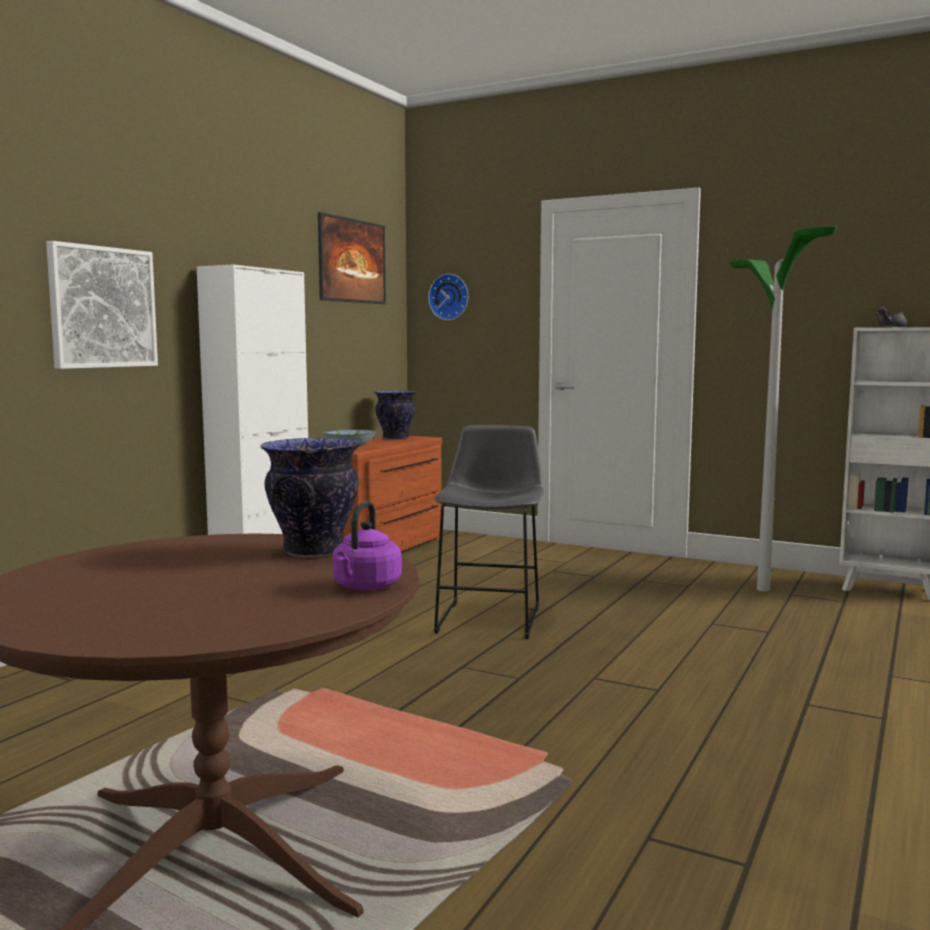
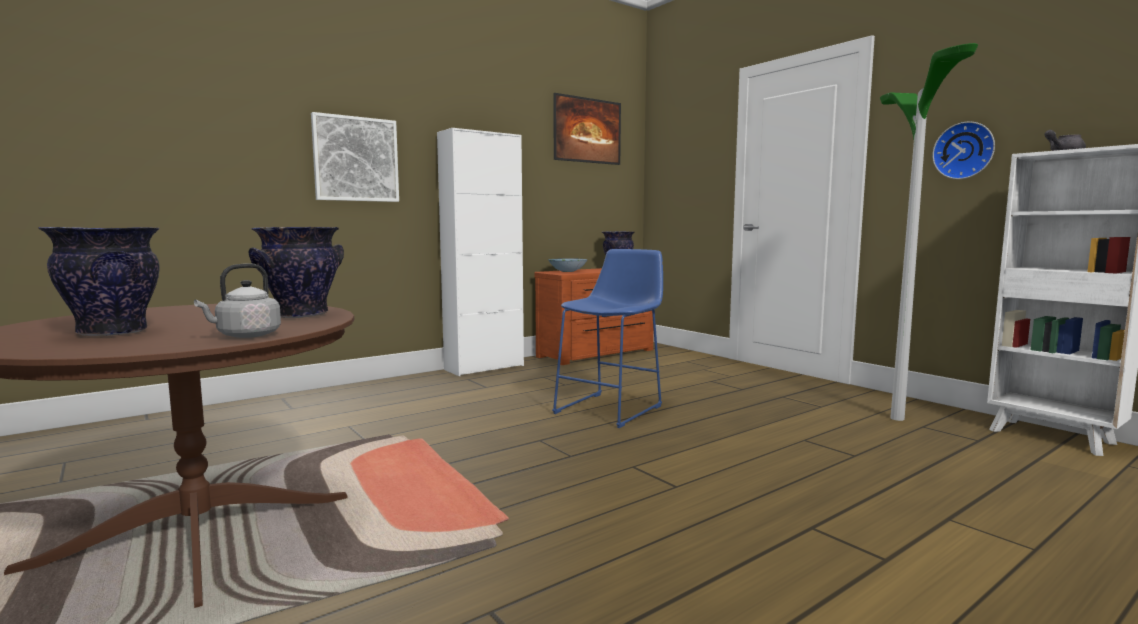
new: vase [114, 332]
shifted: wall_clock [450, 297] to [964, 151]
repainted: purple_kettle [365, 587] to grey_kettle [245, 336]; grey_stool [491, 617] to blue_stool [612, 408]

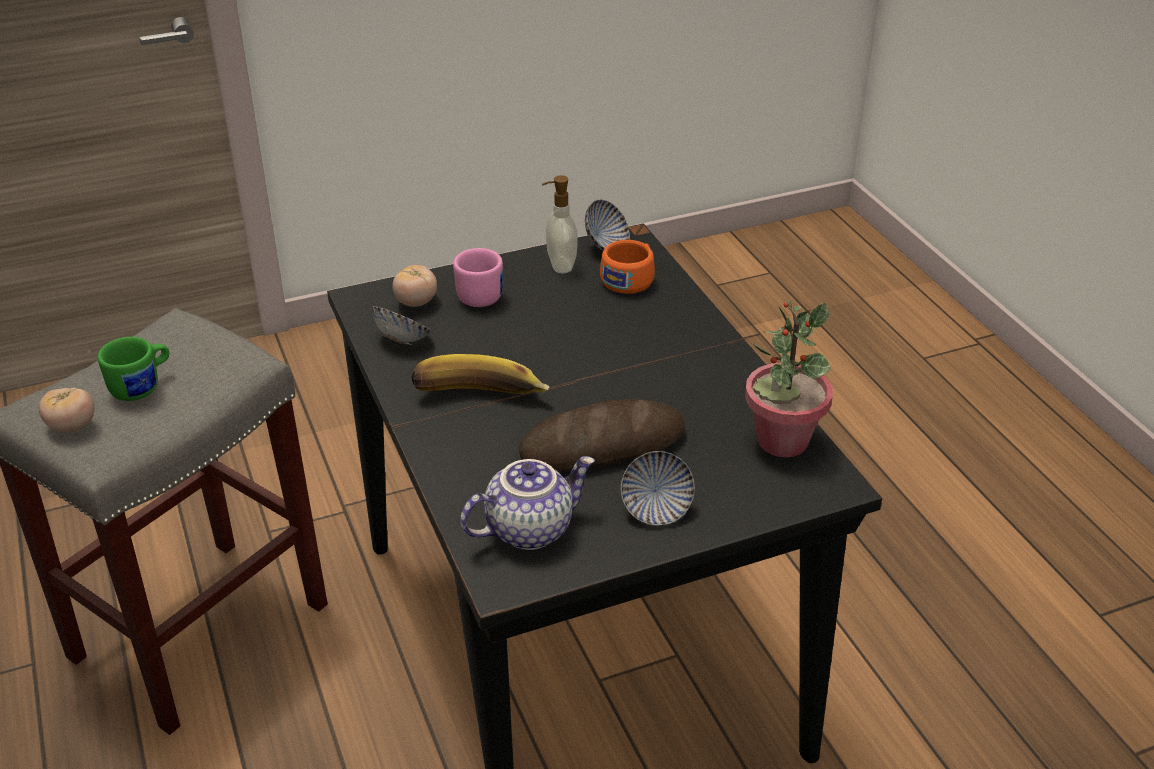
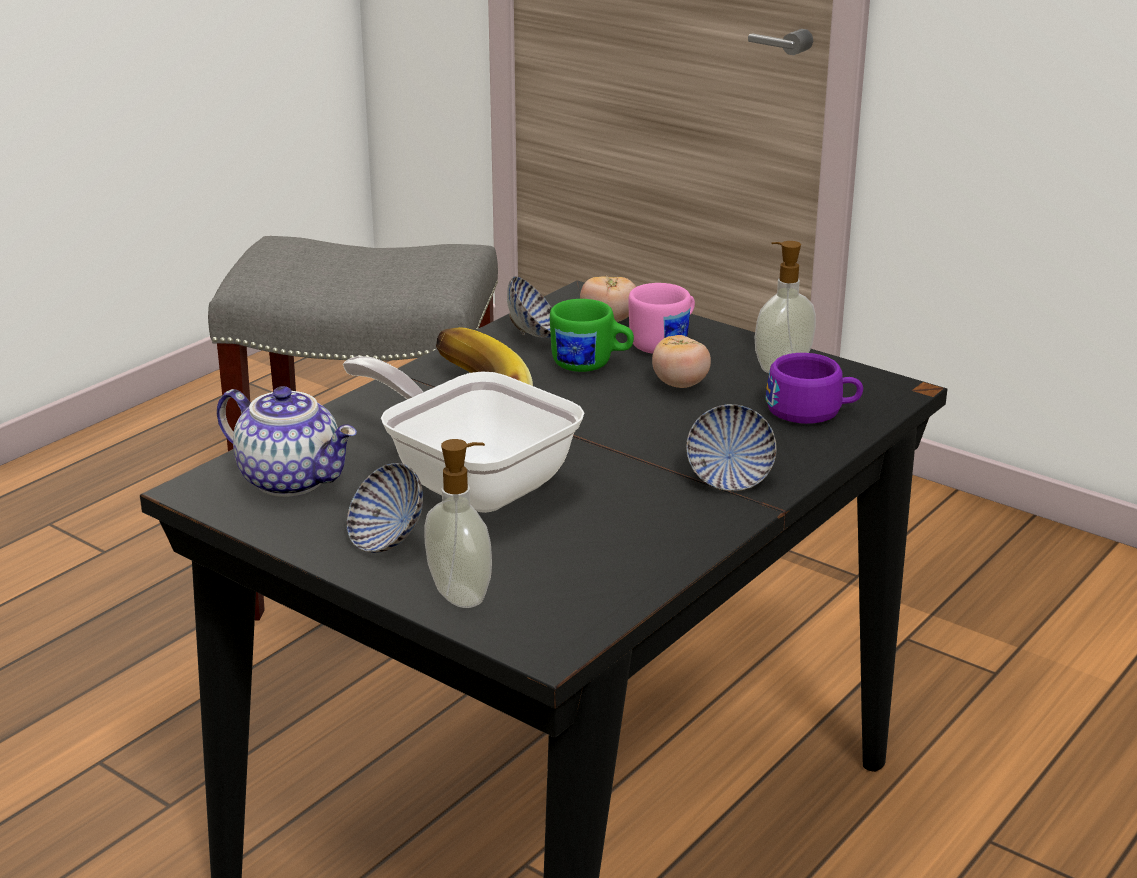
gone: potted_plant [782, 441]
new: soap_dispenser [462, 594]
shifted: tomato [72, 426] to [680, 384]; green_mug [142, 386] to [591, 365]; bowl [606, 245] to [729, 478]
swapped: bread [602, 445] to frying_pan [470, 480]
repainted: orange_cup [630, 278] to purple_cup [812, 411]

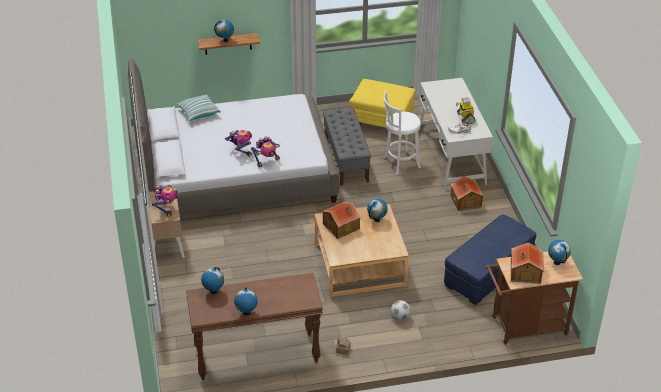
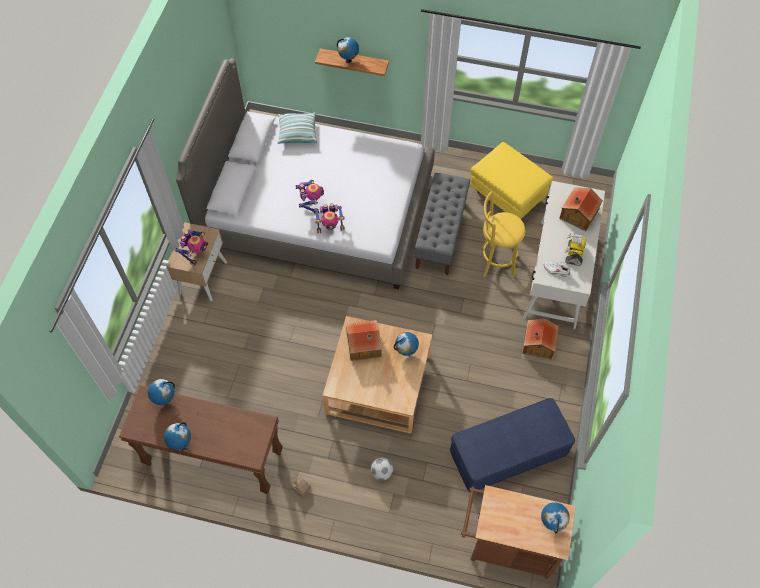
shifted: toy_house [524, 272] to [577, 214]
repainted: white_stool [399, 163] to yellow_stool [495, 261]

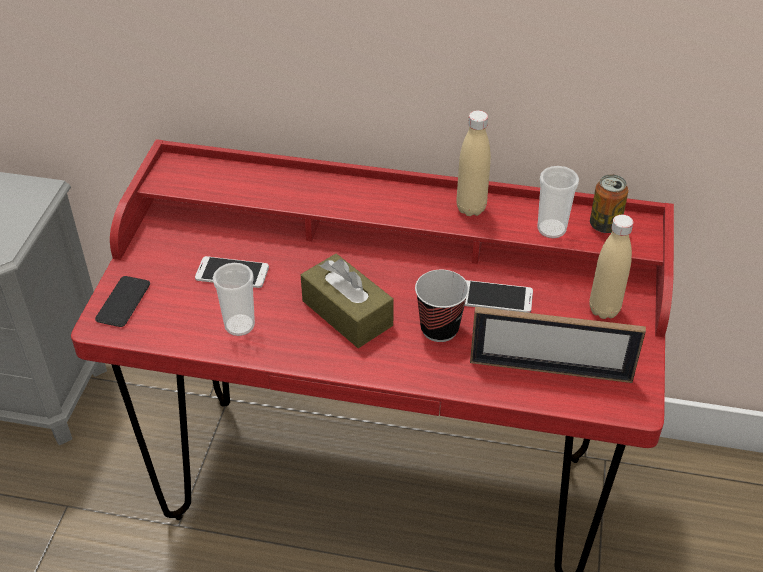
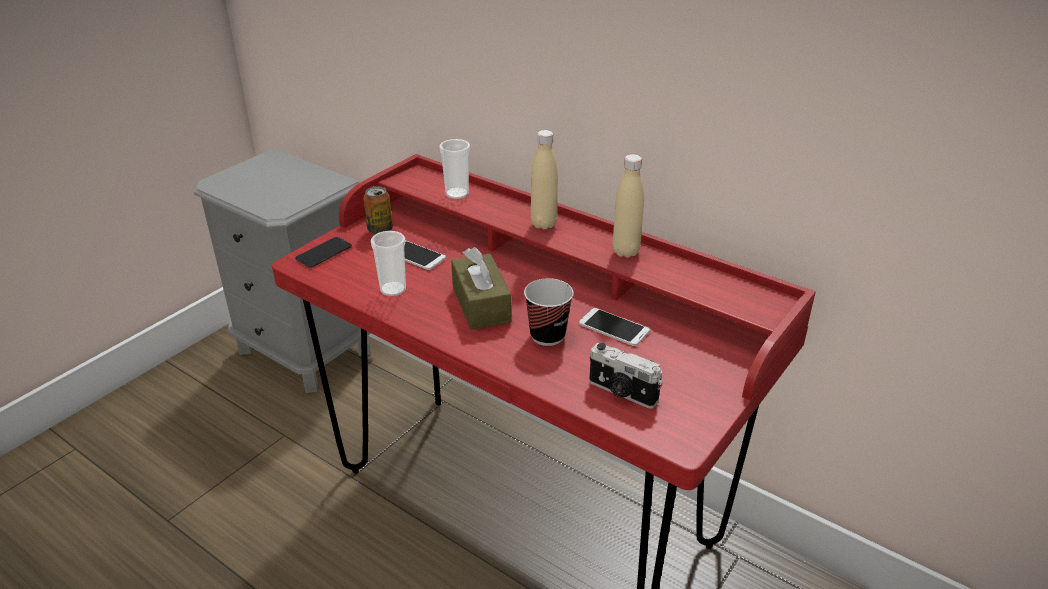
shifted: cup [551, 229] to [457, 194]; beige_bottle [604, 309] to [543, 224]; can [604, 225] to [380, 230]
swapped: picture_frame [550, 370] to photo_camera [622, 393]

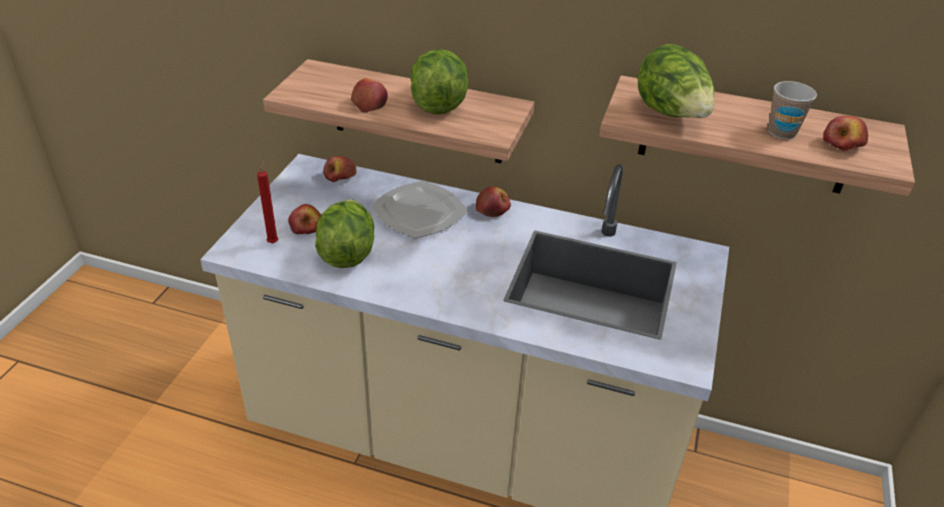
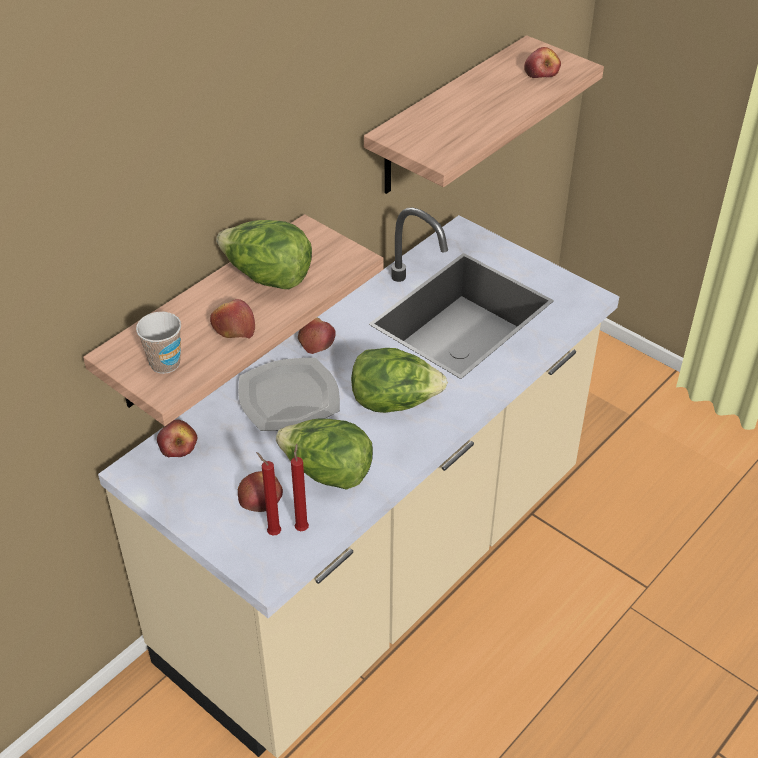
new: red_candle [302, 527]
shifted: lettuce [671, 115] to [394, 402]; cup [782, 132] to [165, 363]

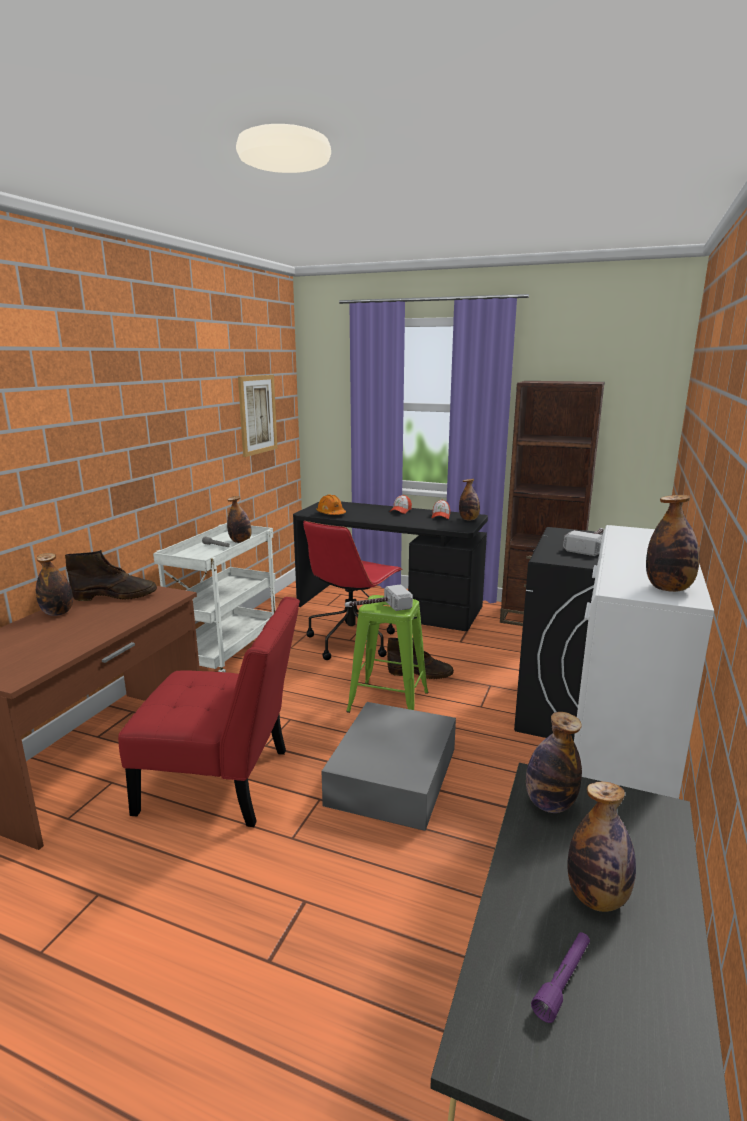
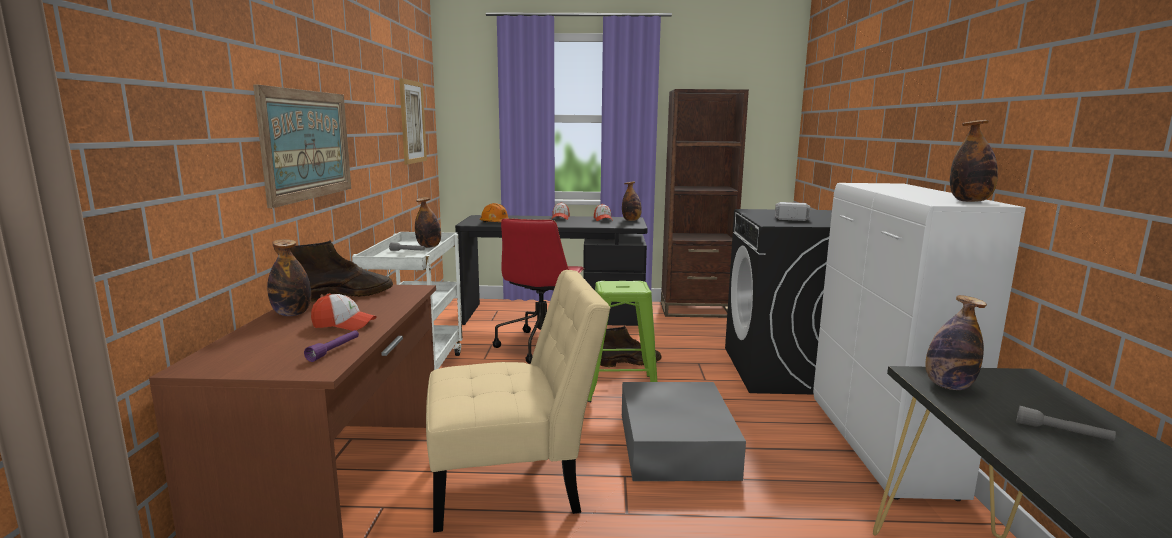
gone: hammer [377, 608]
new: picture [307, 144]; cap [344, 324]
shifted: purple_flashlight [563, 981] to [334, 350]
swapped: bottle [597, 897] to grey_flashlight [1062, 433]
repainted: red_chair [223, 783] to beige_chair [514, 482]

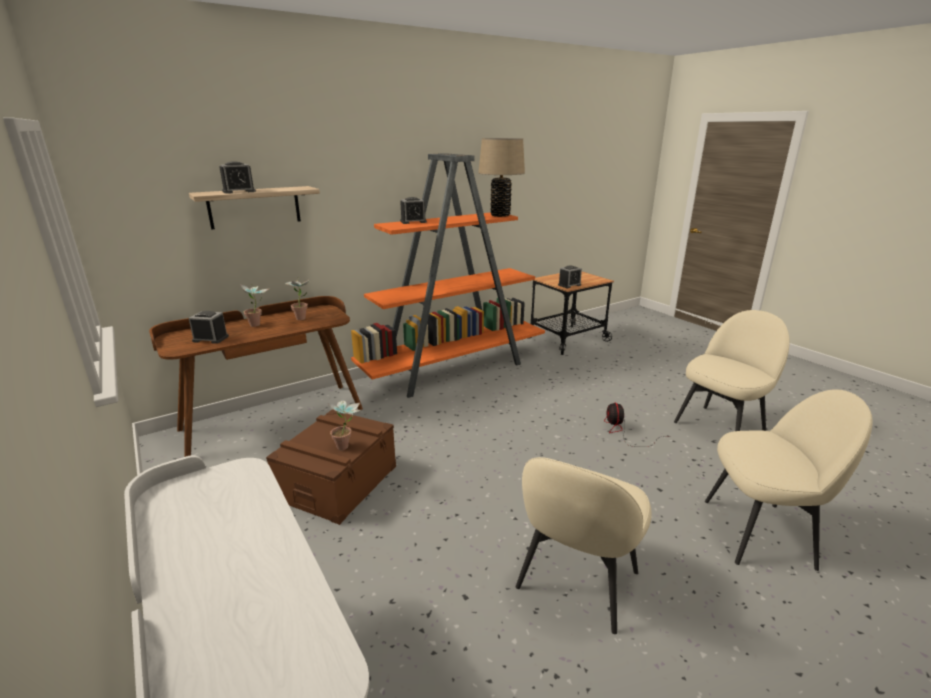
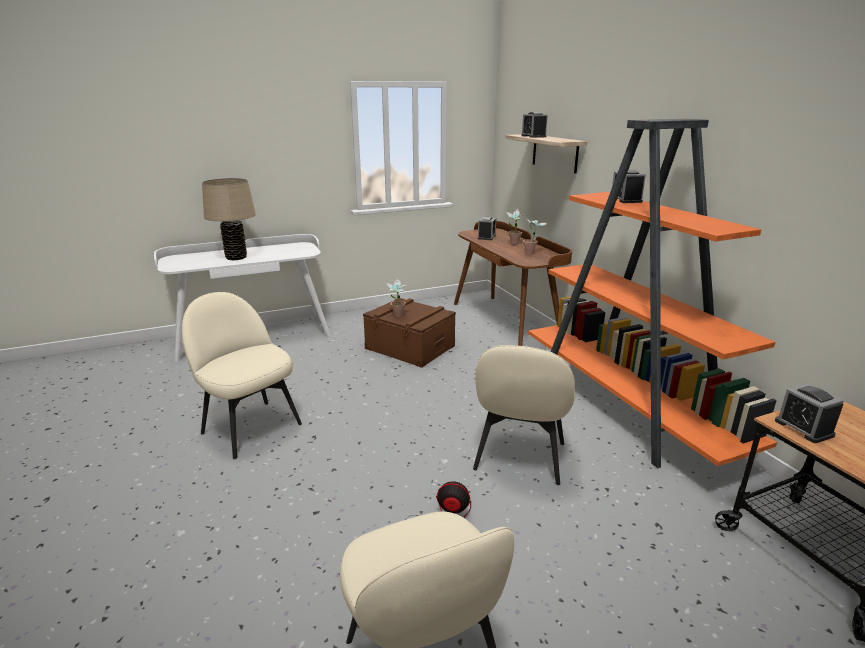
shifted: beige_table_lamp [500, 215] to [236, 257]; beige_chair [761, 533] to [519, 458]

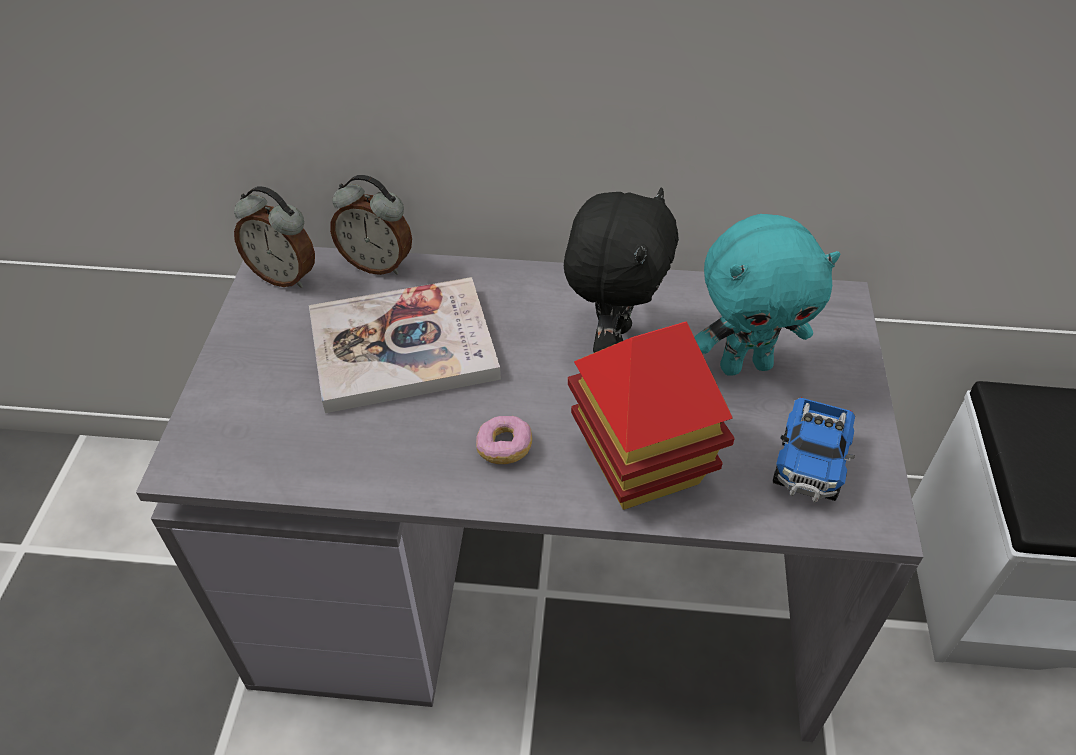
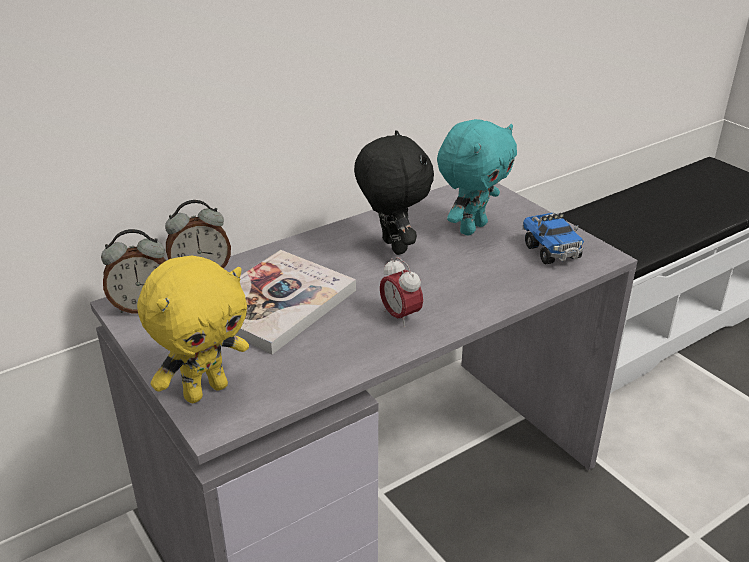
gone: toy_house [640, 461]
new: yellow_plush_toy [205, 390]
swapped: donut [504, 448] to alarm_clock [400, 316]

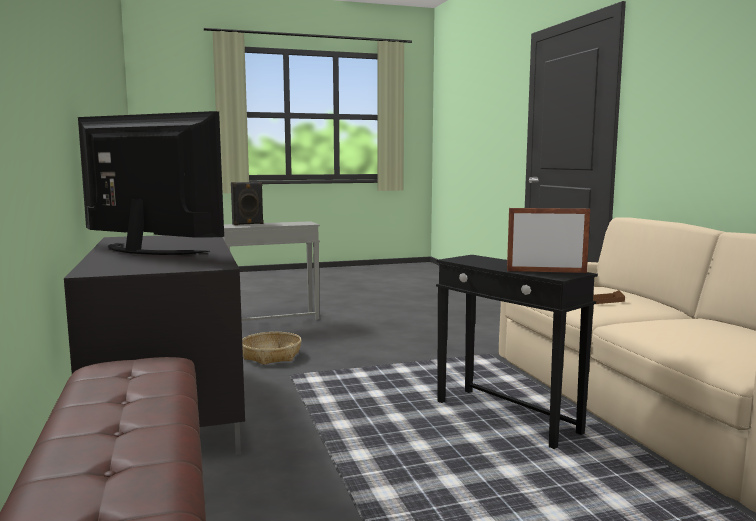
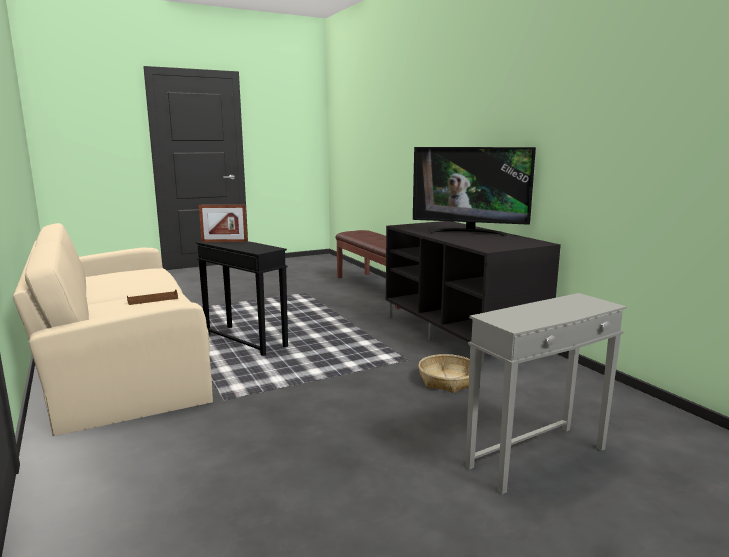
gone: black_speaker [248, 224]

